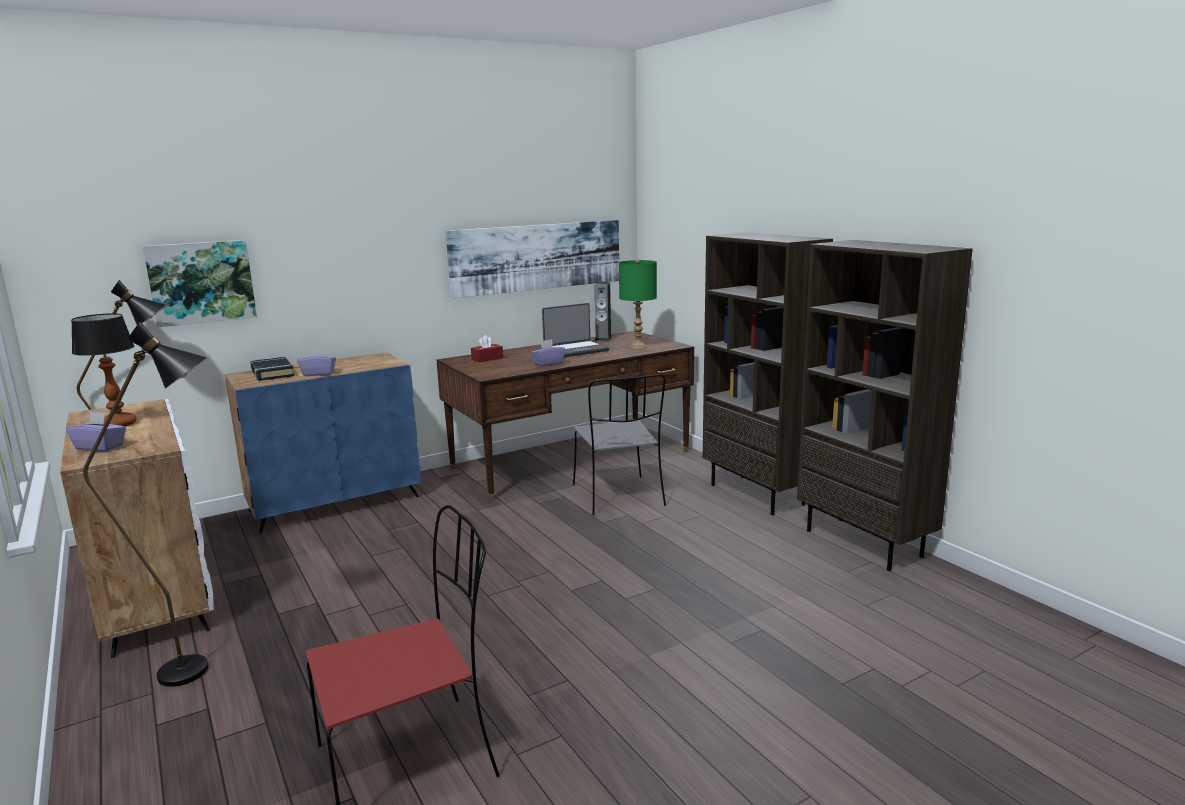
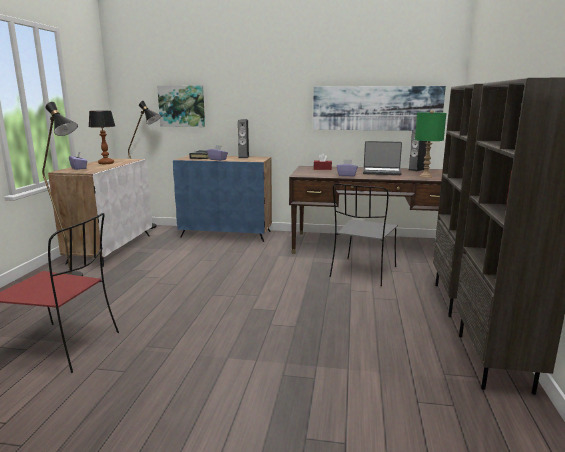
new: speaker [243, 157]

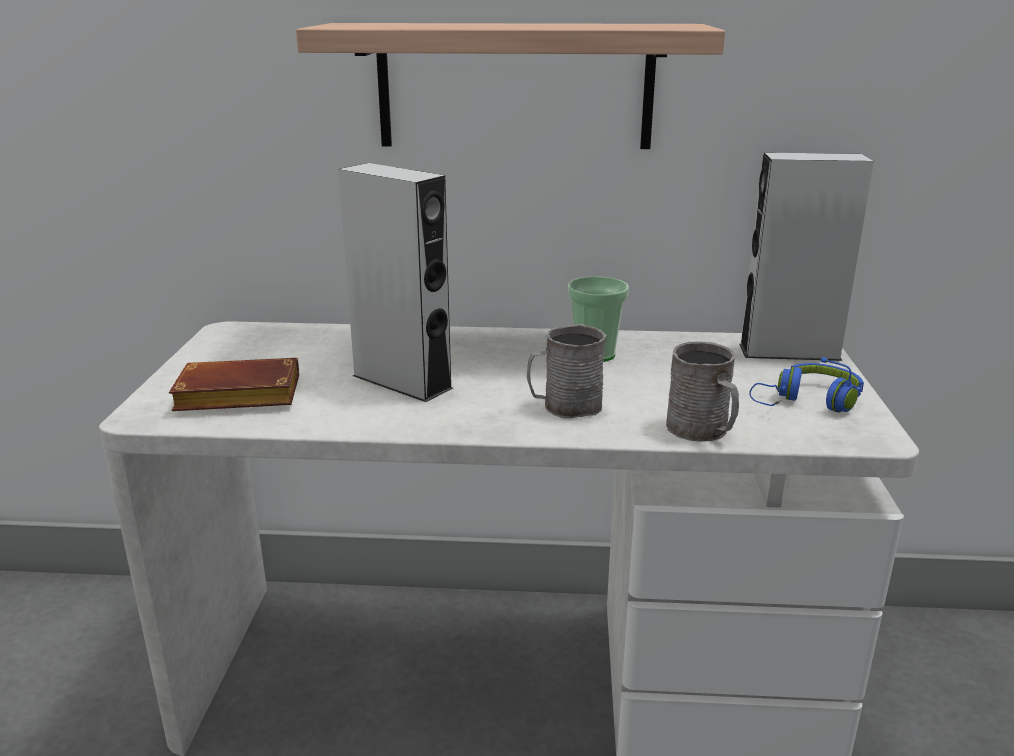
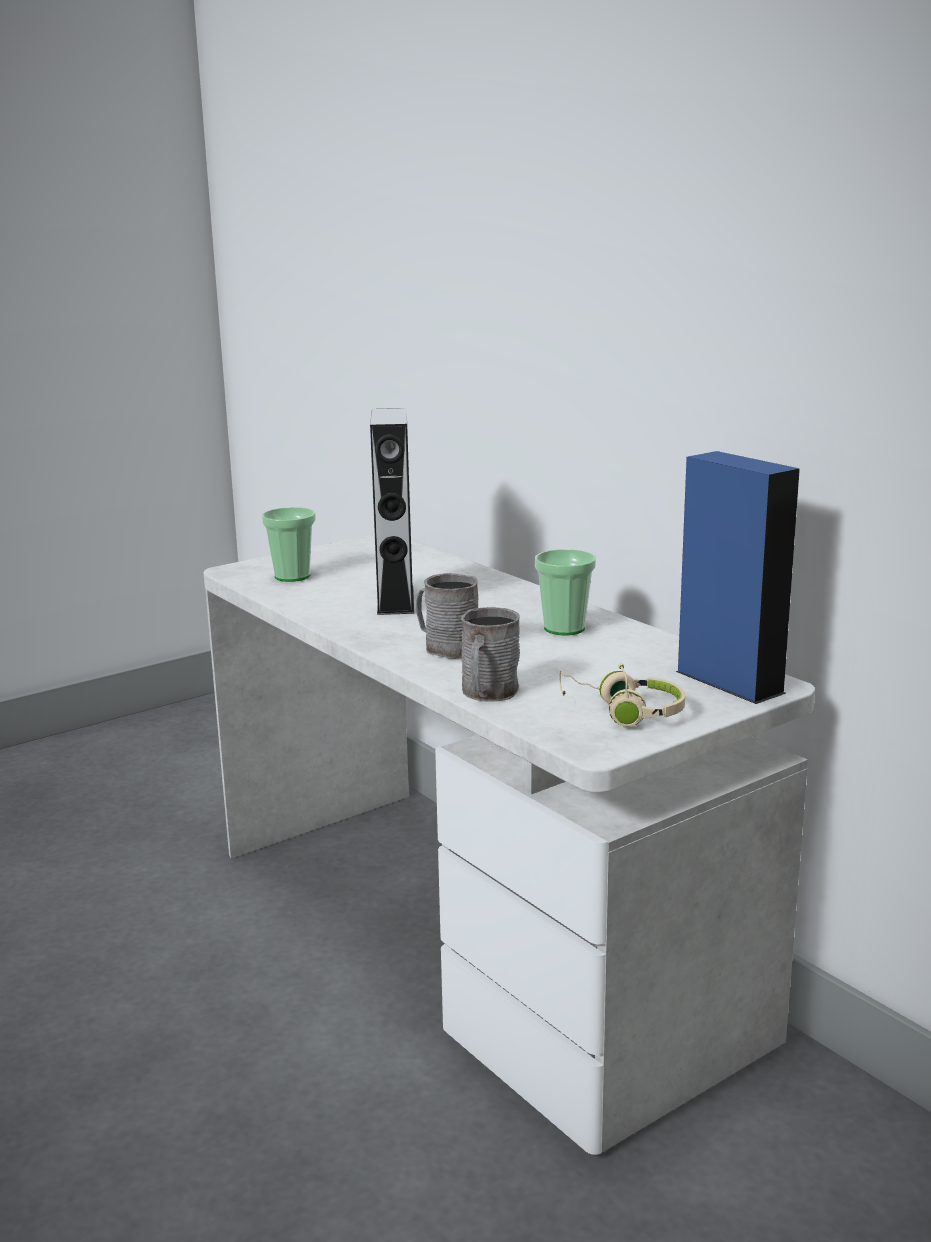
gone: shelf [515, 86]
swapped: brown_book [235, 397] to cup [292, 576]
repainted: grey_speaker [789, 352] to blue_speaker [729, 682]; blue_headphones [809, 402] to beige_headphones [623, 712]

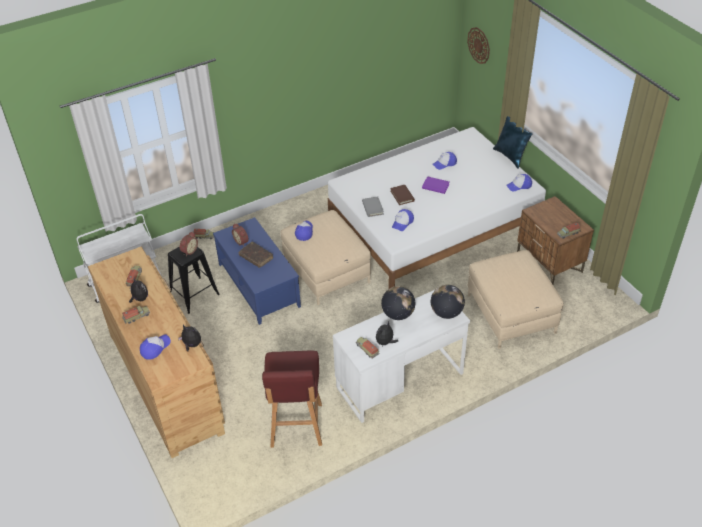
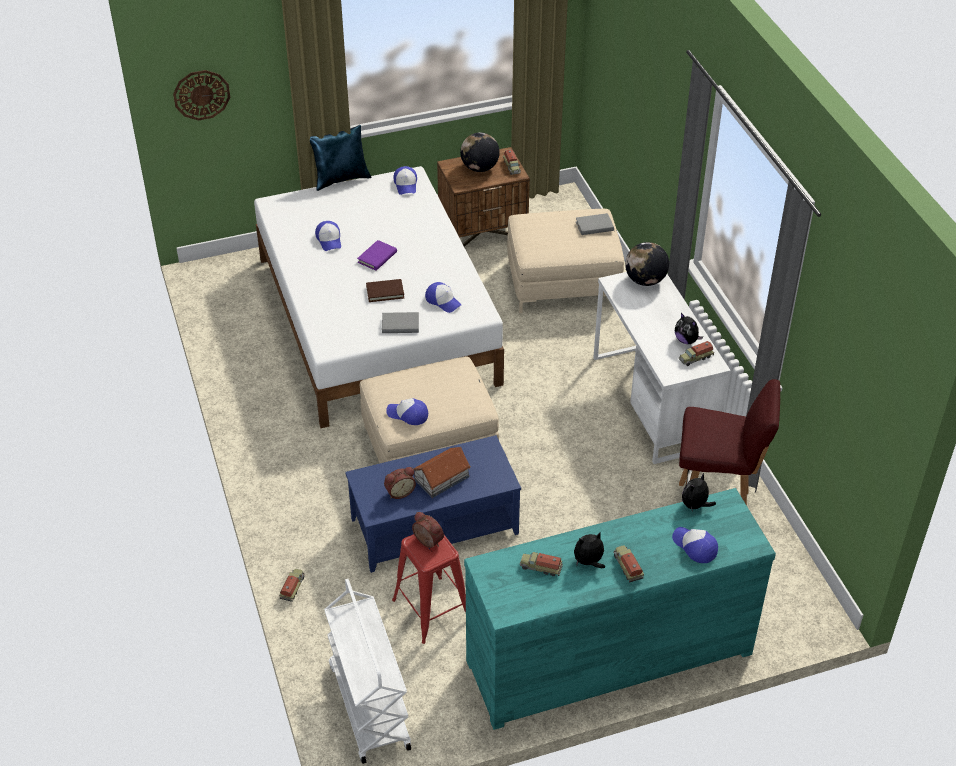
new: grey_book [594, 226]
shifted: globe [398, 314] to [479, 168]
swapped: brown_book [256, 257] to toy_house [442, 478]
repainted: brown_dresser [165, 381] to turquoise_dresser [608, 656]; black_stool [194, 295] to red_stool [431, 609]

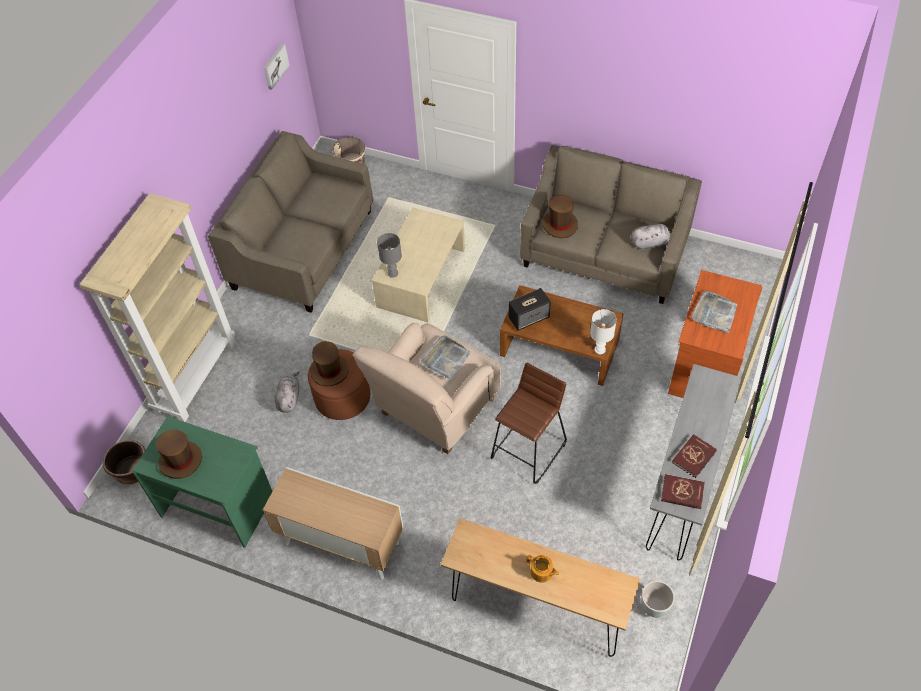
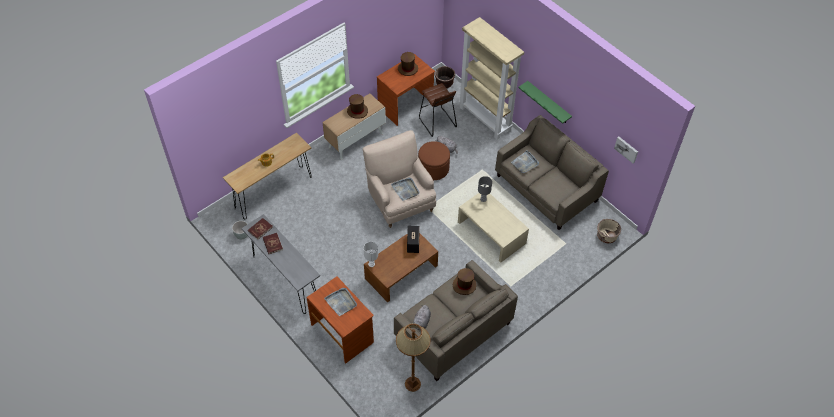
new: brown_floor_lamp [412, 384]; grey_tray [525, 163]; green_shelf [548, 103]
shifted: brown_hat [329, 371] to [357, 111]; brown_stool [529, 450] to [437, 122]
repainted: green_desk [218, 504] to brown_desk [405, 106]

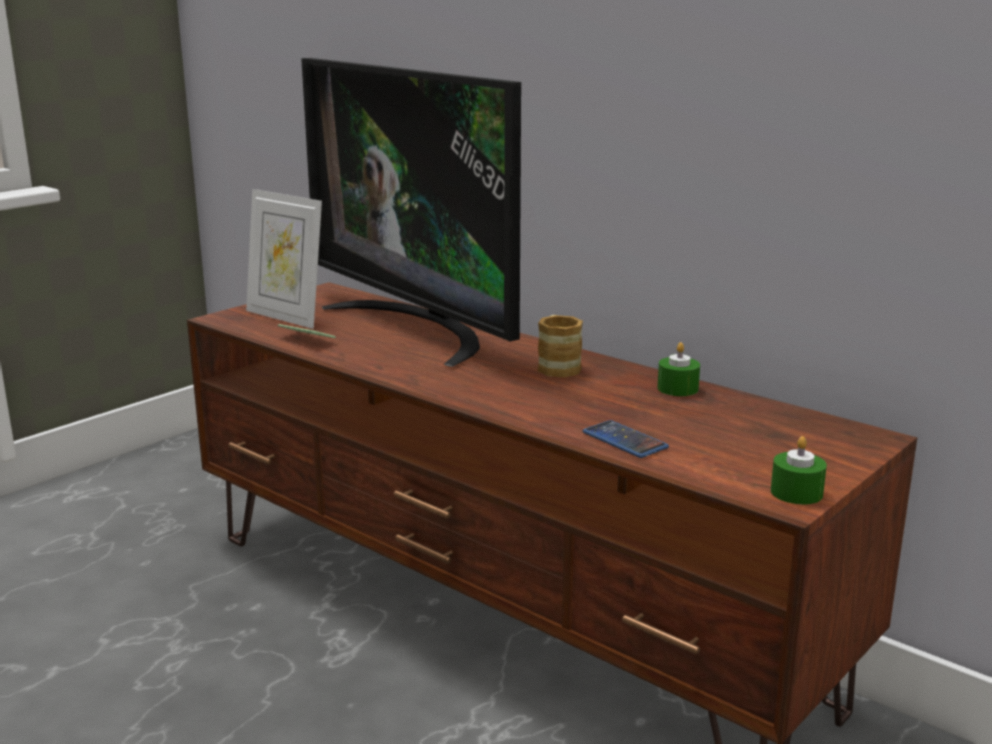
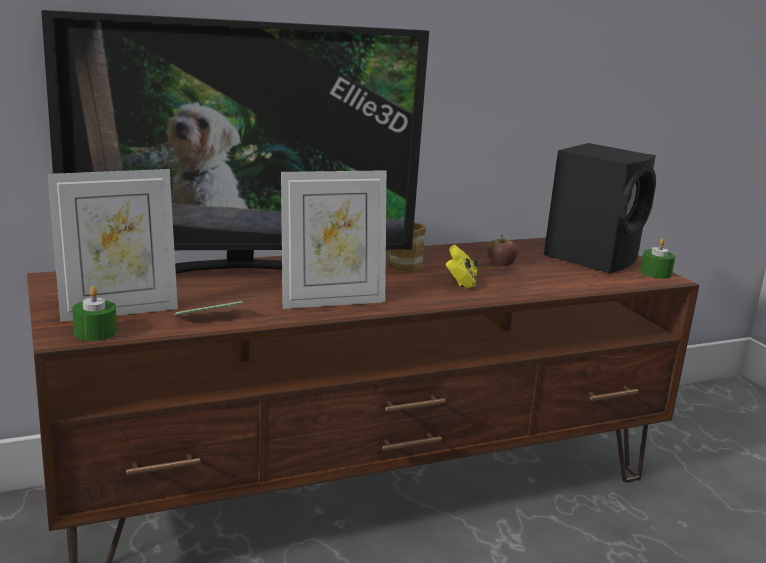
gone: phone [625, 440]
new: picture_frame [332, 301]; yellow_game_controller [460, 282]; apple [500, 264]; black_speaker [593, 257]
shifted: green_candle [677, 388] to [95, 332]

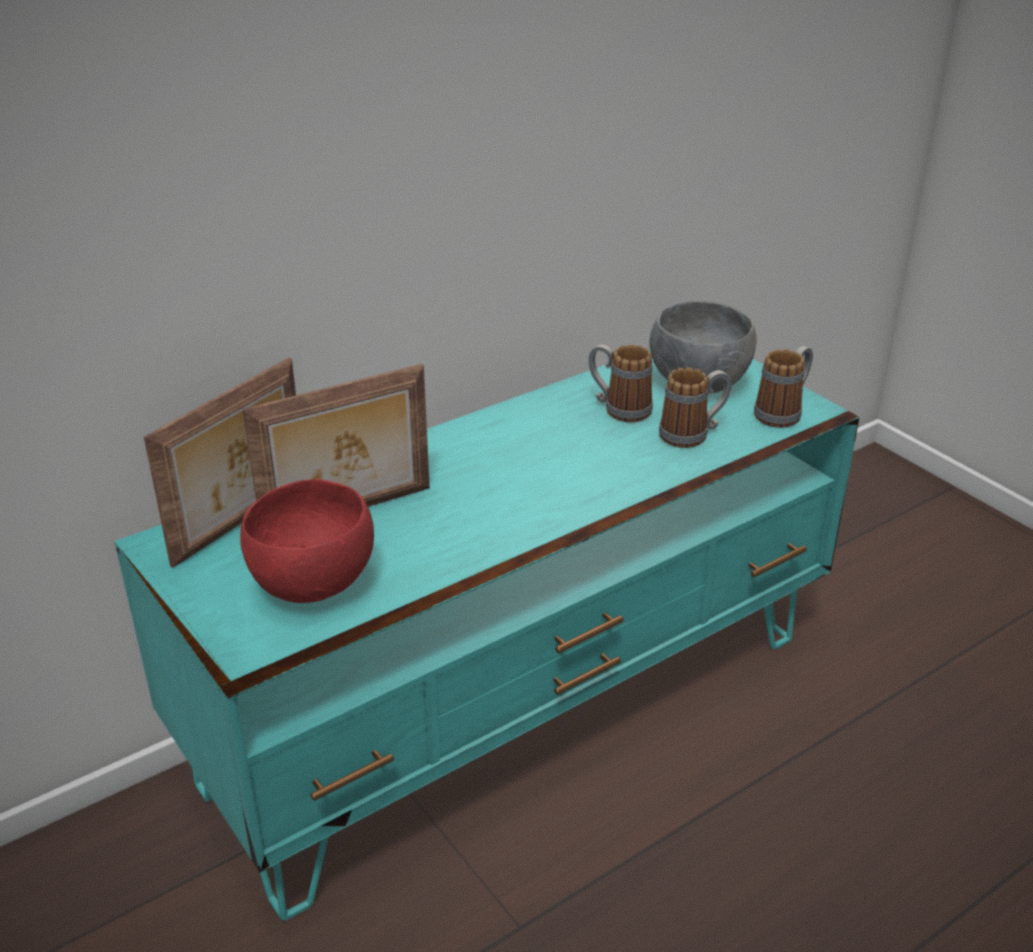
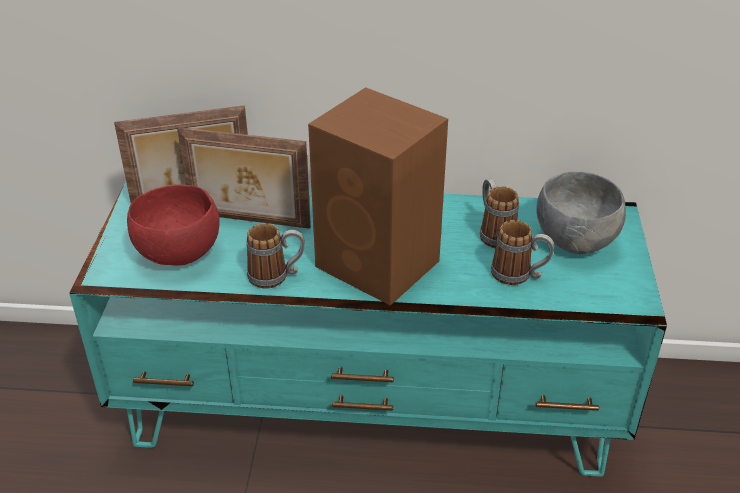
new: brown_speaker [380, 265]
shifted: mug [783, 412] to [276, 276]

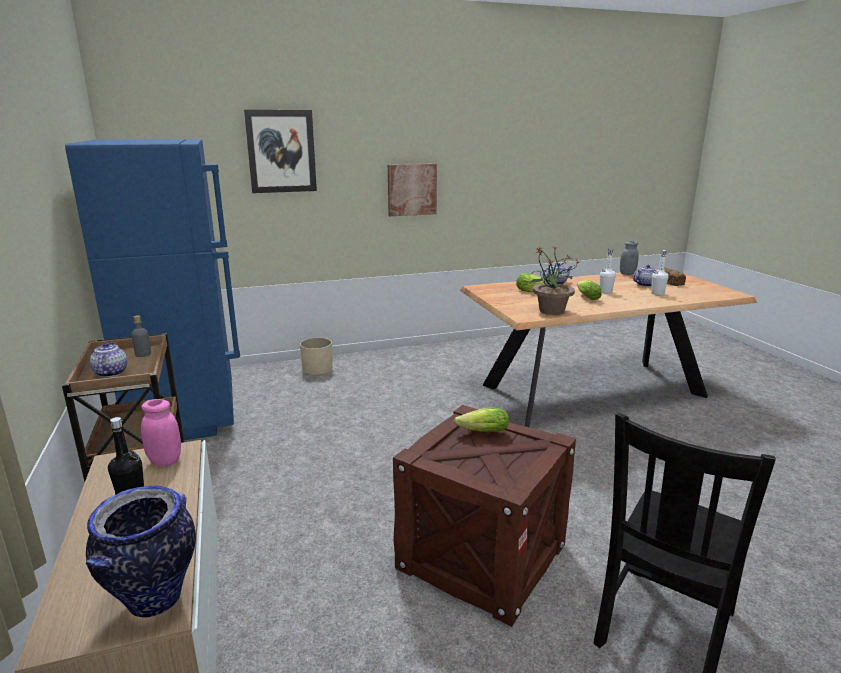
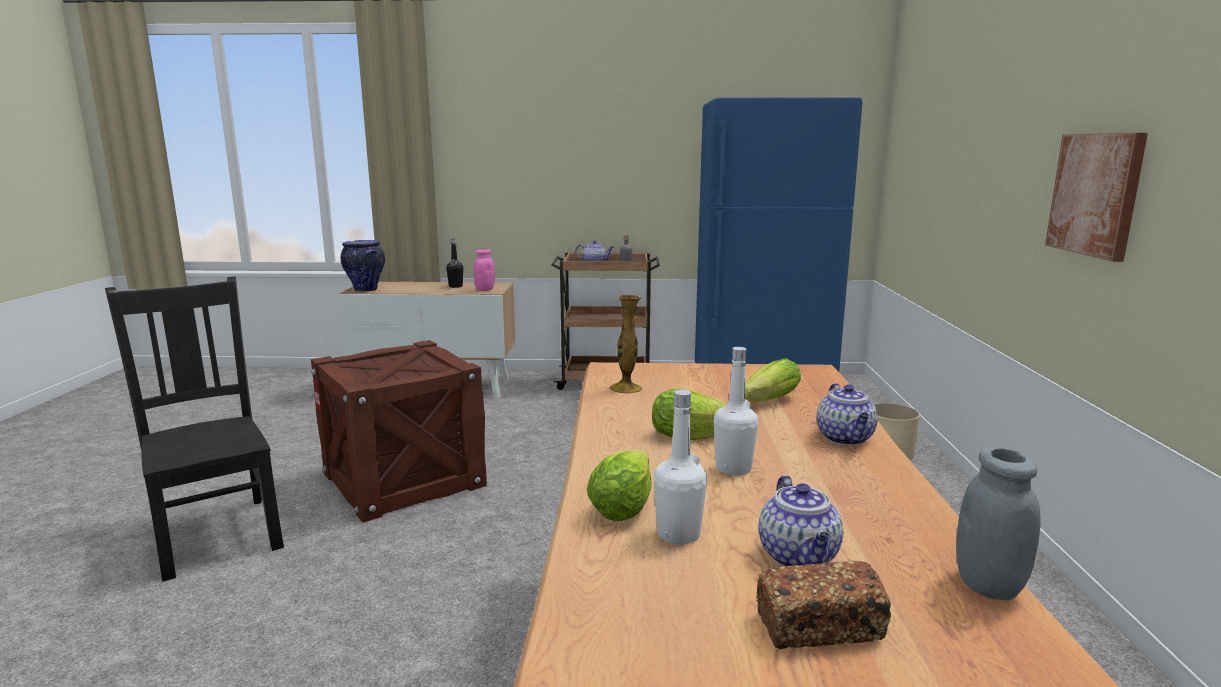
gone: picture [281, 151]
shifted: lettuce [480, 432] to [626, 503]
swapped: potted_plant [550, 311] to vase [625, 388]

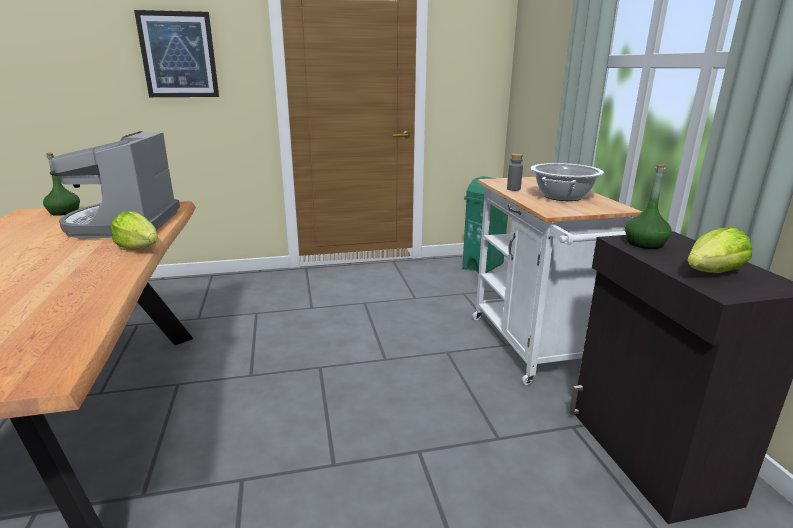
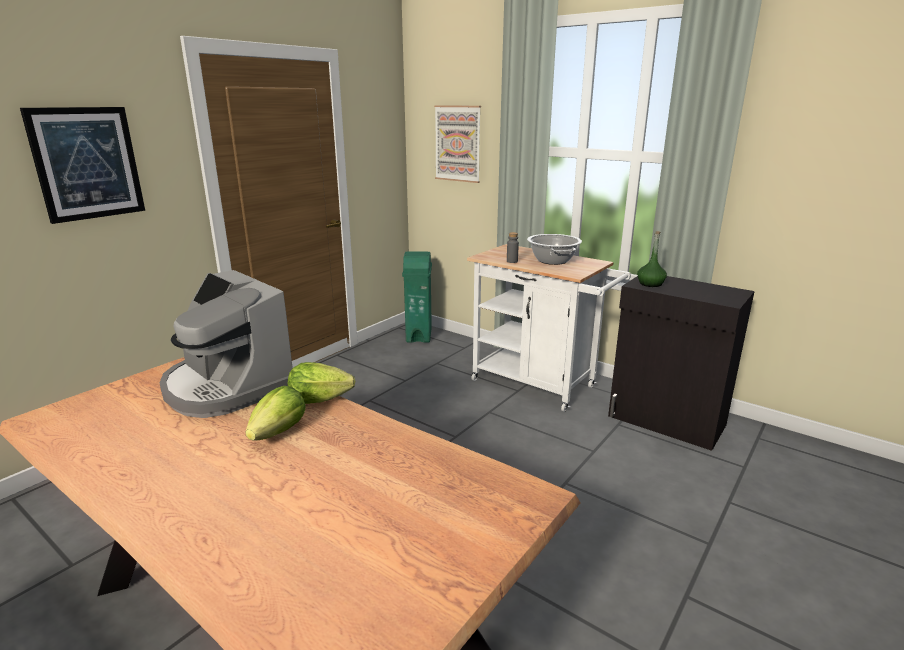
gone: green_bottle [64, 212]
new: picture [458, 143]
shifted: lettuce [713, 273] to [279, 432]

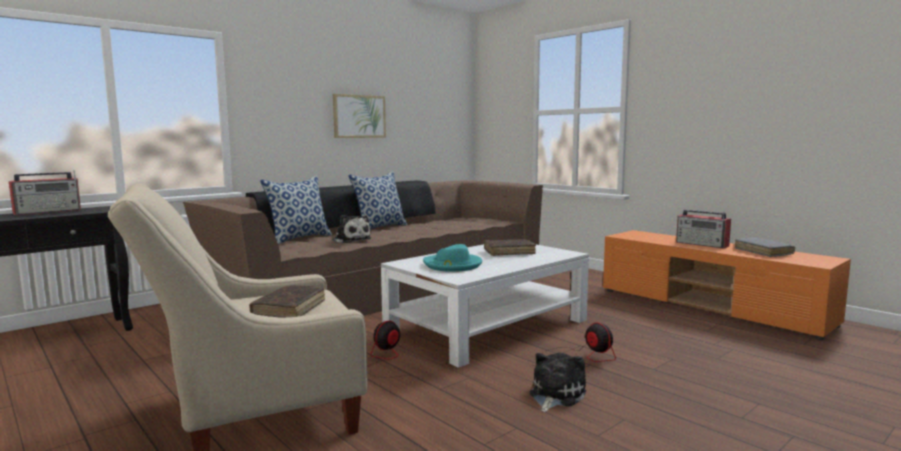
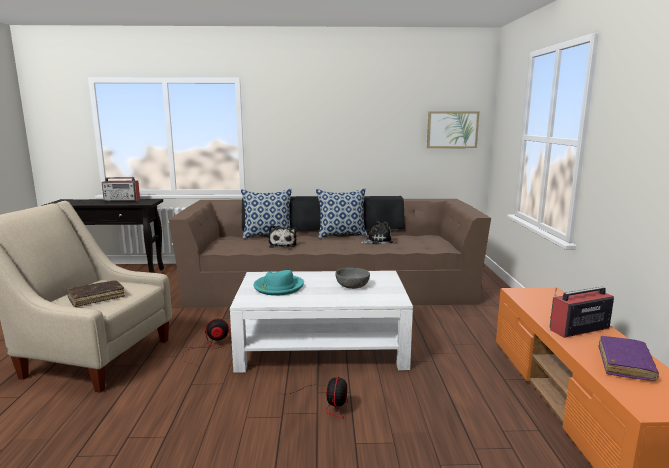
shifted: picture [359, 116] to [452, 129]; plush_toy [555, 395] to [377, 241]
swapped: brown_book [509, 252] to grey_bowl [352, 285]
repainted: grey_book [763, 252] to purple_book [625, 364]
rotated: radio [702, 244] = [578, 329] 75 degrees clockwise

